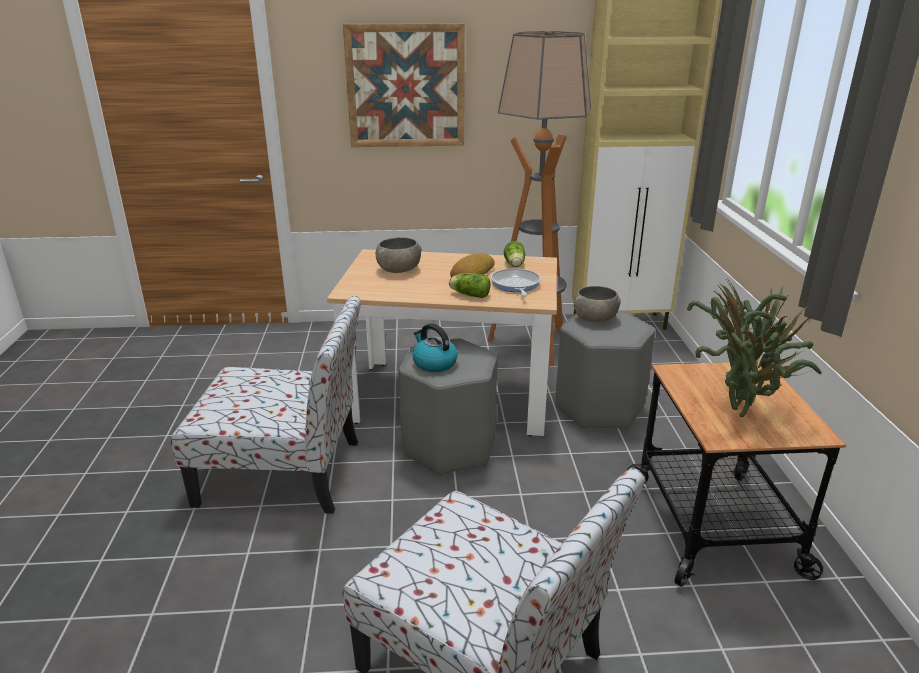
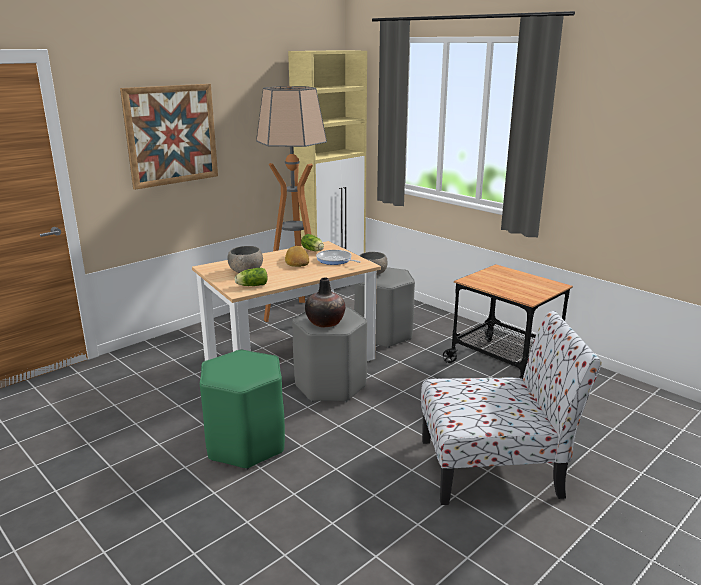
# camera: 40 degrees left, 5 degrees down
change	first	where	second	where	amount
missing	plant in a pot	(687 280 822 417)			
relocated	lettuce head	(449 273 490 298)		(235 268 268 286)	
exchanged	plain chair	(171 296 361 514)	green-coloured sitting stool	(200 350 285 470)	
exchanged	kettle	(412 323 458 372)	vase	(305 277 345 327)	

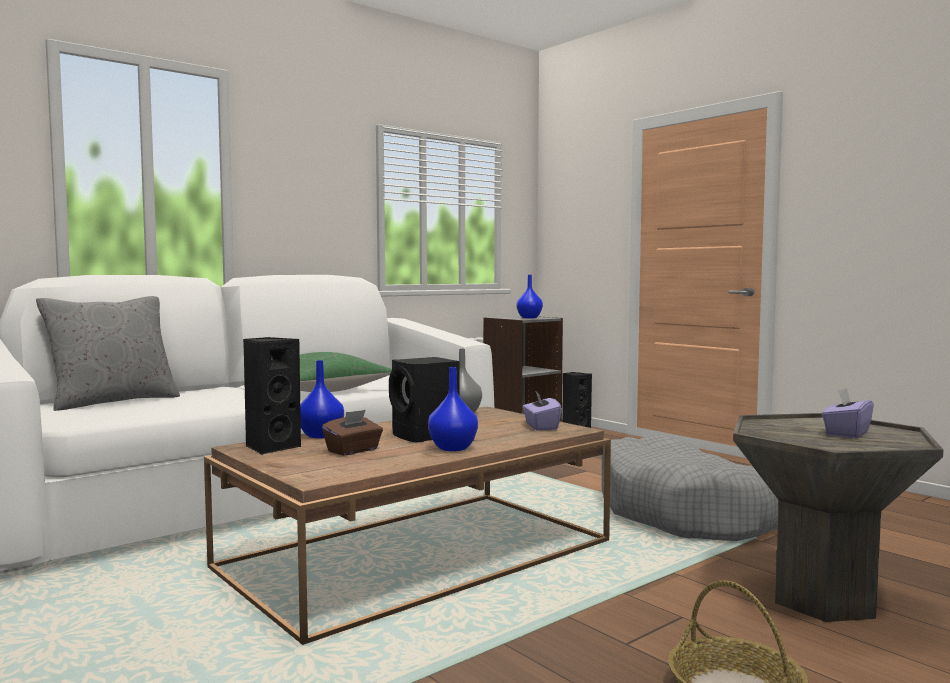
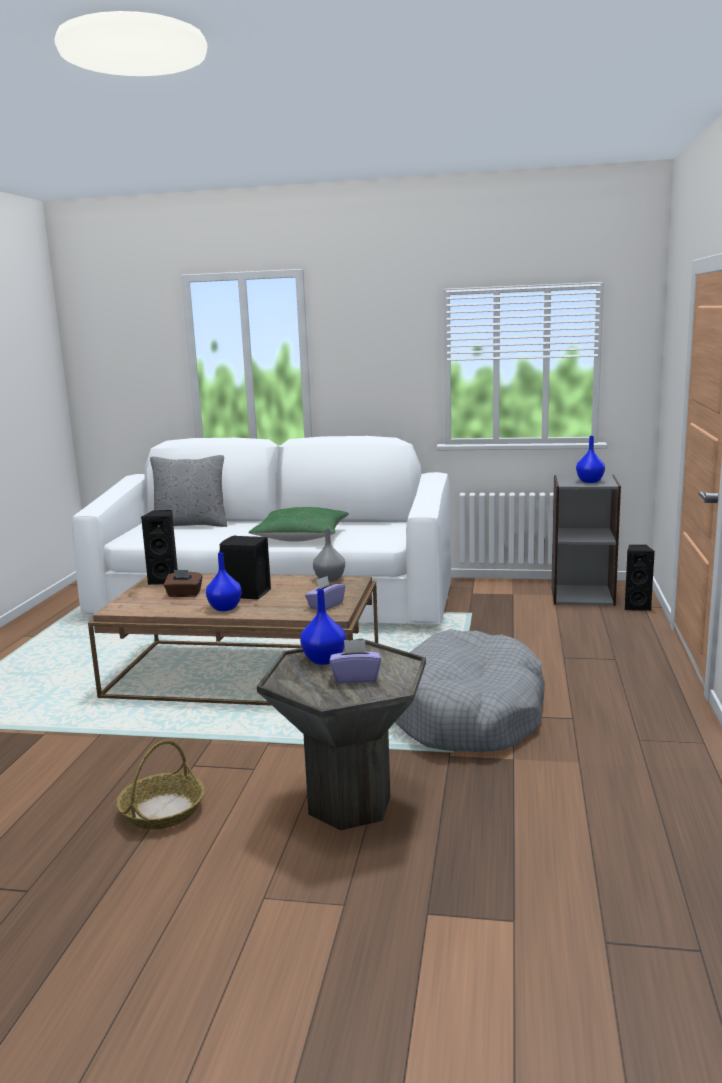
# camera: 50 degrees right, 10 degrees up
change	first	where	second	where	amount
relocated	bluish vase	(300 360 344 438)		(300 589 346 665)	

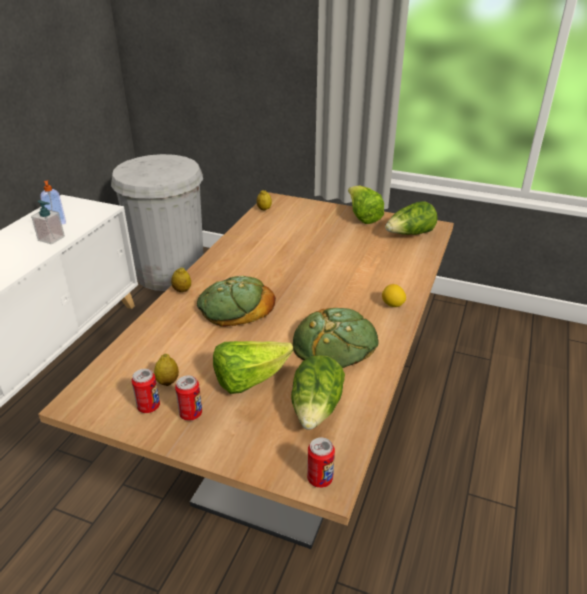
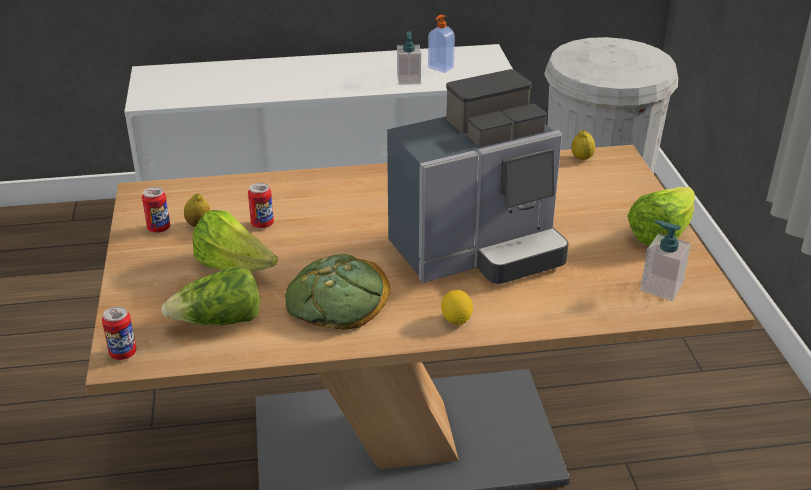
# camera: 60 degrees right, 0 degrees up
change	first	where	second	where	amount
missing	whole lemon	(171 267 191 292)			
missing	bakery bread	(197 275 276 327)			
appeared			coffee brewer	(387 69 569 284)	
relocated	sealed can	(175 375 202 421)		(248 183 274 228)	
exchanged	lettuce head	(385 201 438 235)	liquid soap bottle	(640 220 691 301)	

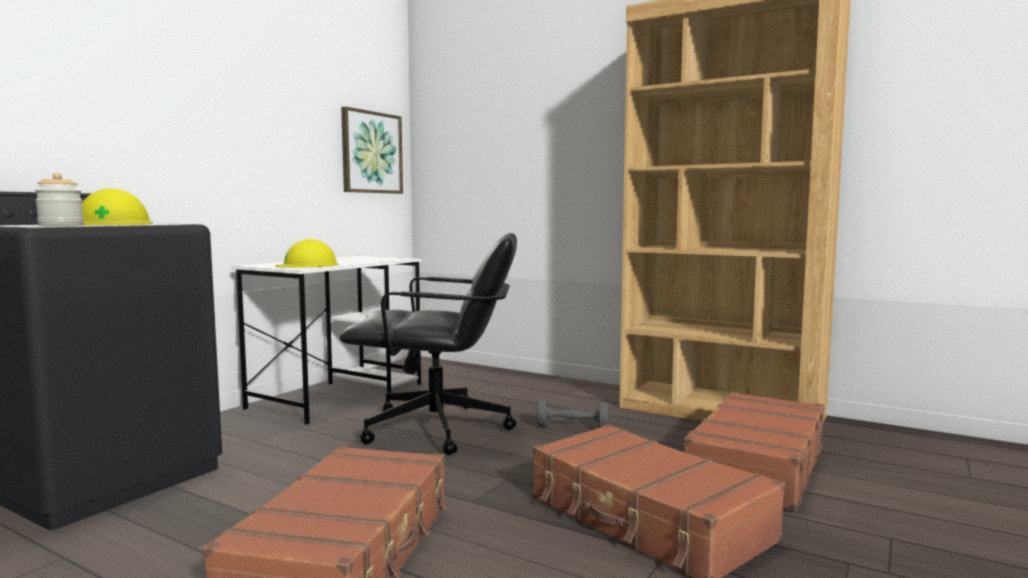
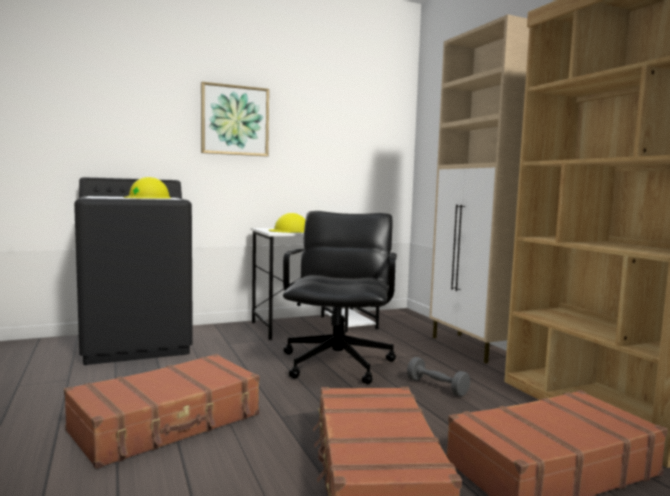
# camera: 35 degrees right, 0 degrees up
change	first	where	second	where	amount
missing	preserve jar	(35 173 84 226)			
appeared			beige-coloured cupboard	(430 14 529 363)	
relocated	wall picture	(341 107 403 194)		(201 82 269 156)	
spun	black-coloured desk chair	(340 233 517 455)		(283 211 397 384)	120 degrees counterclockwise

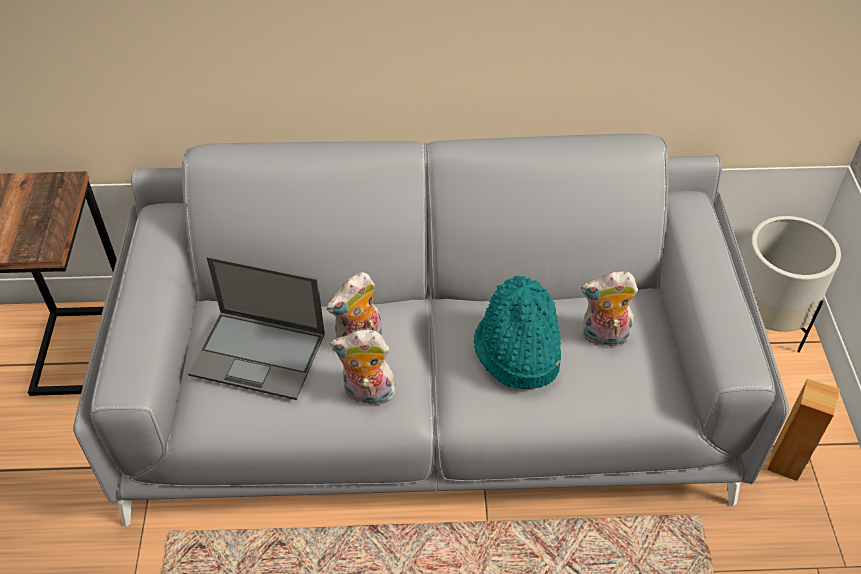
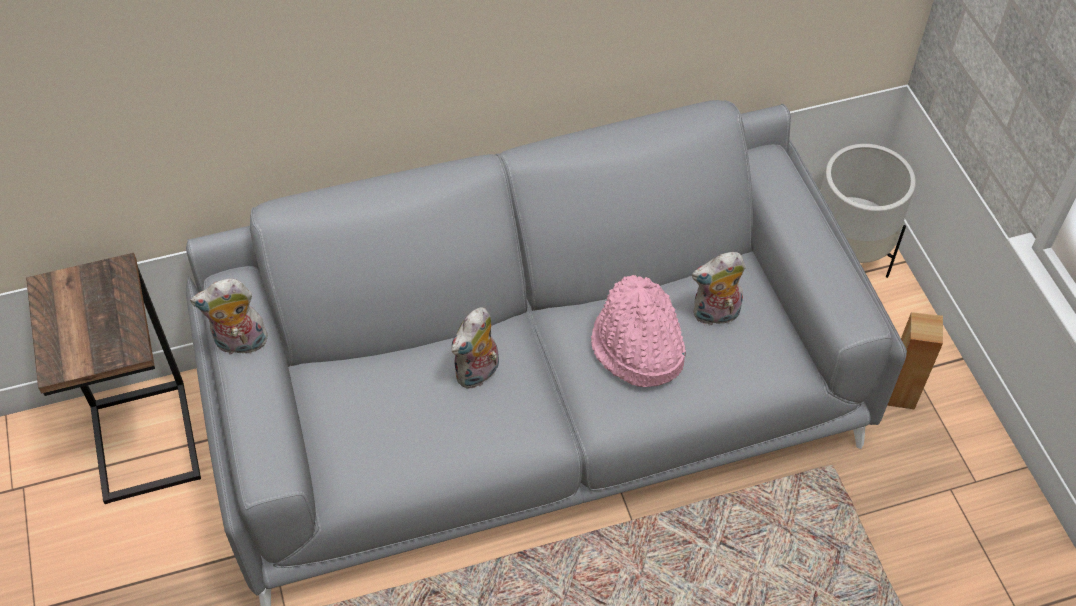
# camera: 15 degrees left, 5 degrees up
change	first	where	second	where	amount
missing	laptop	(188 255 325 400)			
relocated	plush toy	(330 330 398 405)		(190 278 268 355)	
colour	blue-green clothing hat	(473 276 561 389)	pink clothing hat	(591 275 686 387)	

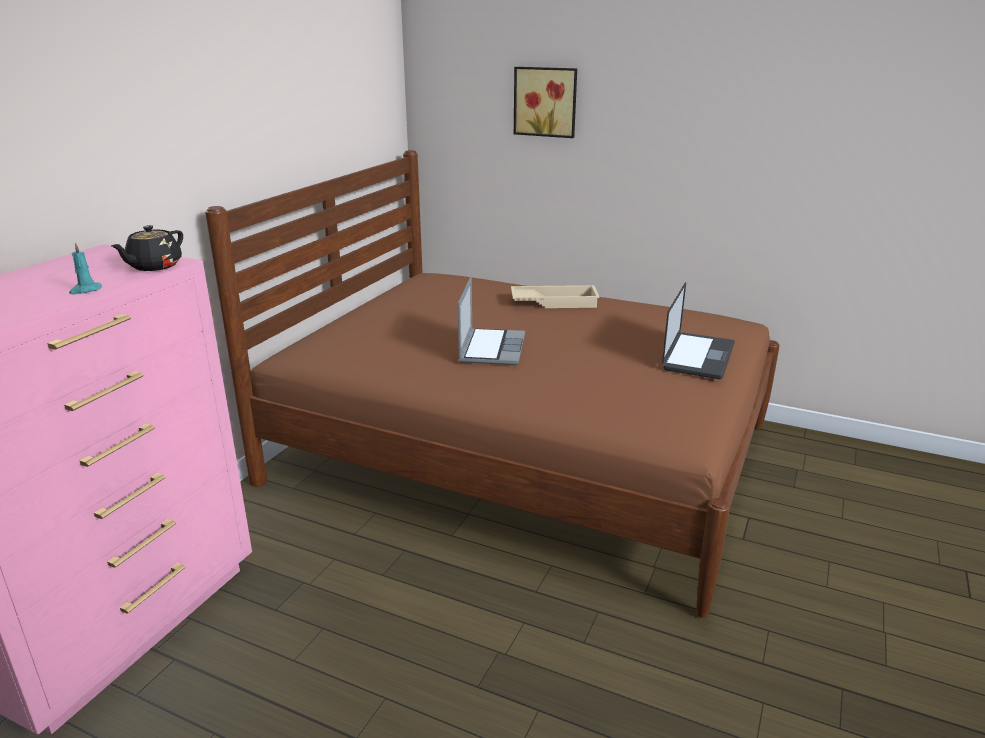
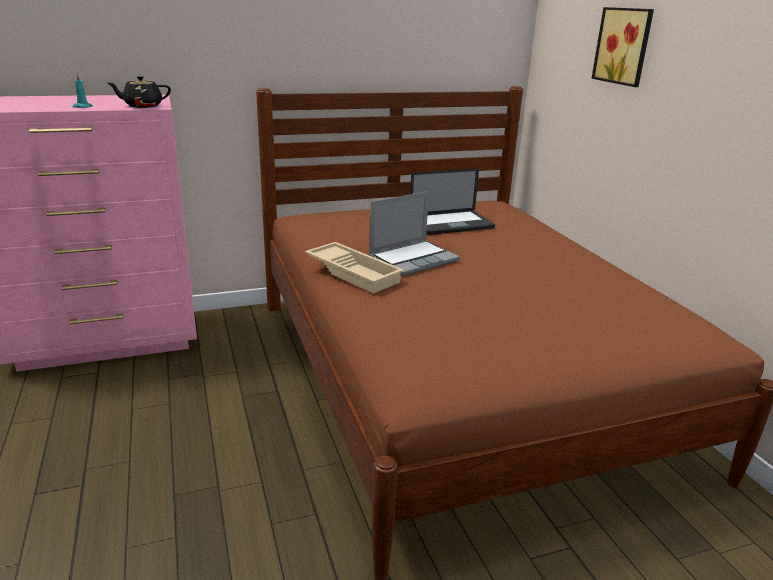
# camera: 45 degrees right, 0 degrees up
change	first	where	second	where	amount
relocated	beige-coloured carrying tray	(511 285 600 308)		(305 242 404 293)	
relocated	laptop	(662 282 735 379)		(410 169 495 235)	

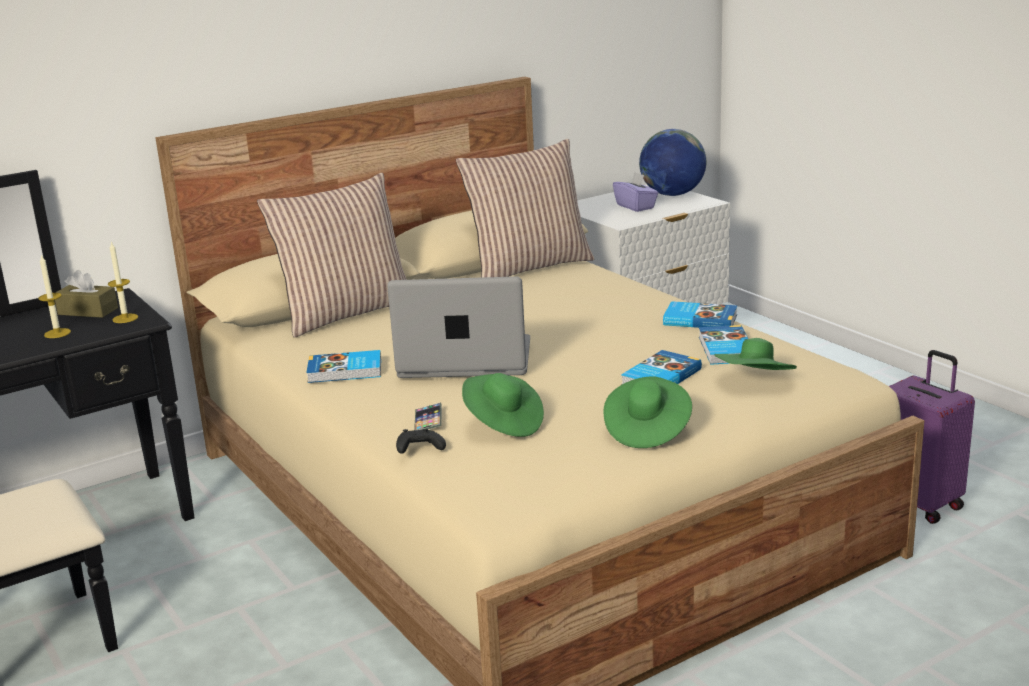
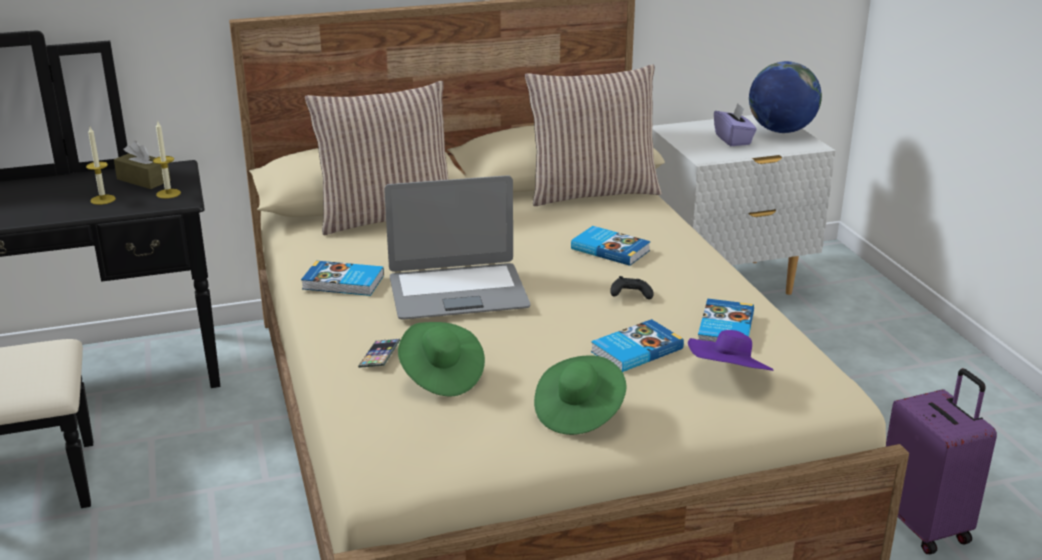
# camera: 15 degrees right, 5 degrees up
change	first	where	second	where	amount
relocated	black-coloured joypad	(396 429 446 454)		(610 276 654 300)	
relocated	book	(663 301 737 328)		(571 226 651 266)	
colour	green-coloured clothing hat	(714 338 797 370)	purple-coloured clothing hat	(688 330 773 371)	
spun	laptop	(387 276 530 378)		(384 175 530 320)	150 degrees clockwise

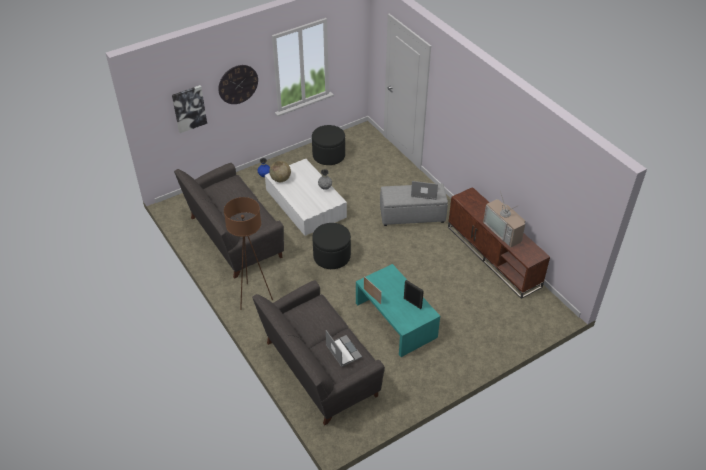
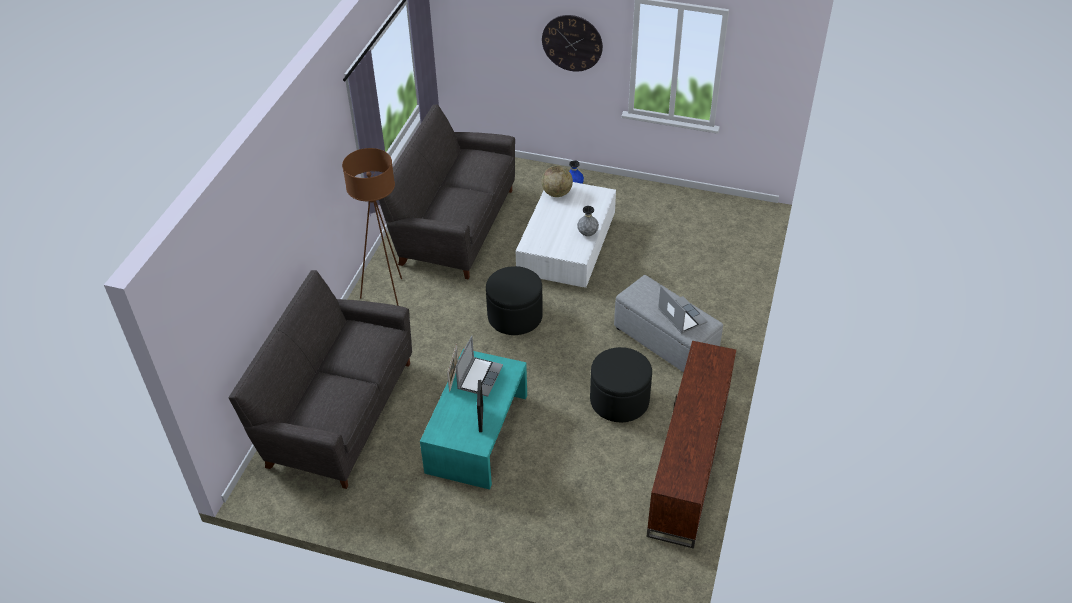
# camera: 50 degrees right, 0 degrees up
change	first	where	second	where	amount
missing	wall picture	(172 85 207 133)			
missing	television	(483 191 525 247)			
relocated	black-coloured ottoman	(312 125 345 165)		(590 347 652 423)	
relocated	laptop	(326 330 362 367)		(455 336 503 397)	

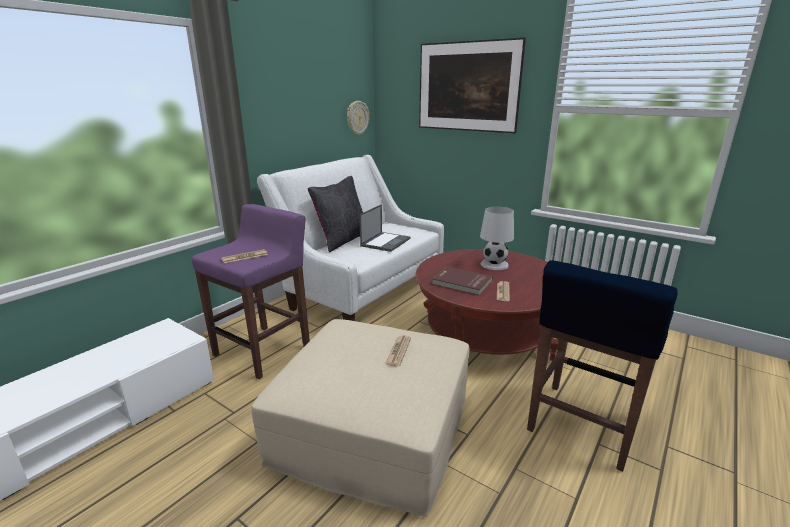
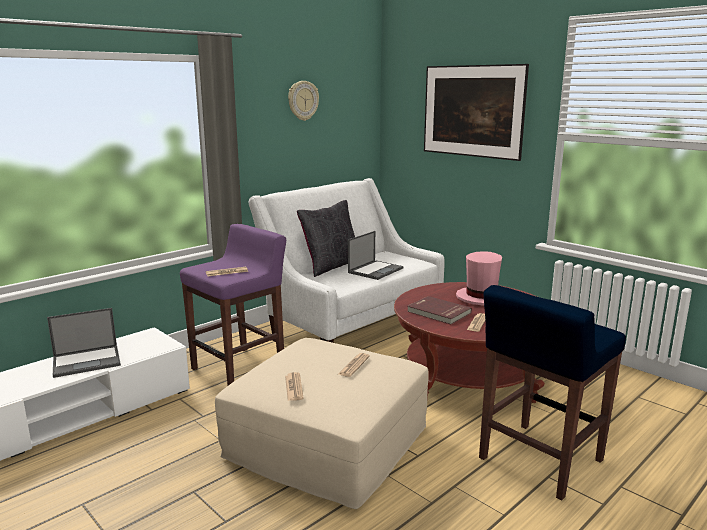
# camera: 10 degrees right, 5 degrees down
change	first	where	second	where	amount
appeared			laptop	(47 308 121 378)	
appeared			newspaper	(285 372 304 401)	
relocated	hanging clock	(347 101 369 135)		(288 81 319 121)	
exchanged	whitish lamp for a table	(480 207 514 270)	pink clothing hat	(456 251 502 305)	

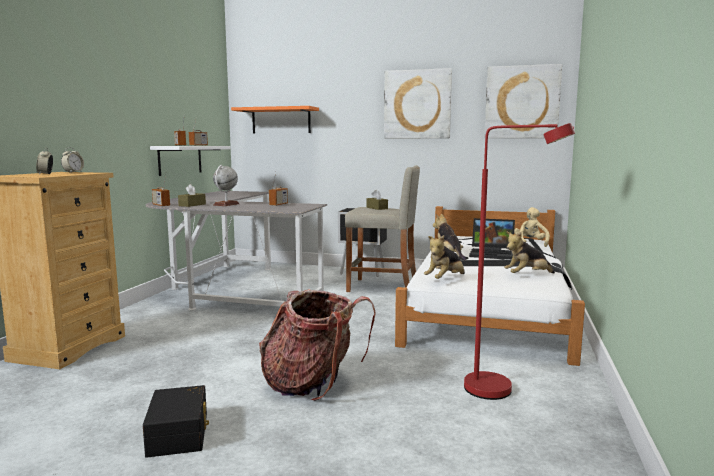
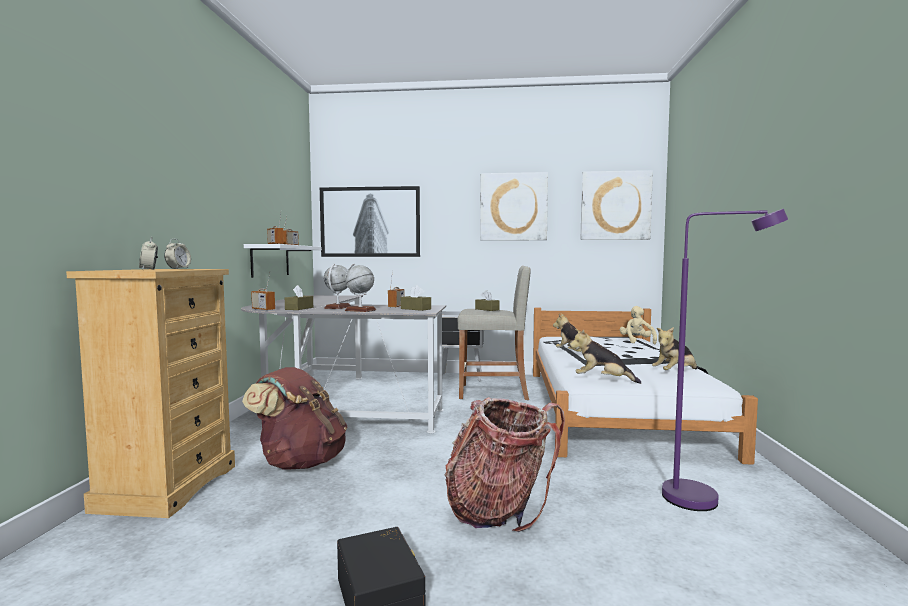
# camera: 10 degrees left, 5 degrees down
change	first	where	second	where	amount
missing	laptop	(469 218 515 260)			
appeared			brownish rucksack	(242 367 348 470)	
appeared			globe	(345 264 376 312)	
appeared			brownish box of tissues	(401 285 431 311)	
exchanged	orange bracket shelf	(231 106 319 133)	wall picture	(320 186 420 257)	
colour	reddish standing lamp	(464 123 575 400)	purple-coloured standing lamp	(662 209 788 511)	
spun	plush toy	(424 235 465 279)		(570 329 641 384)	75 degrees clockwise

